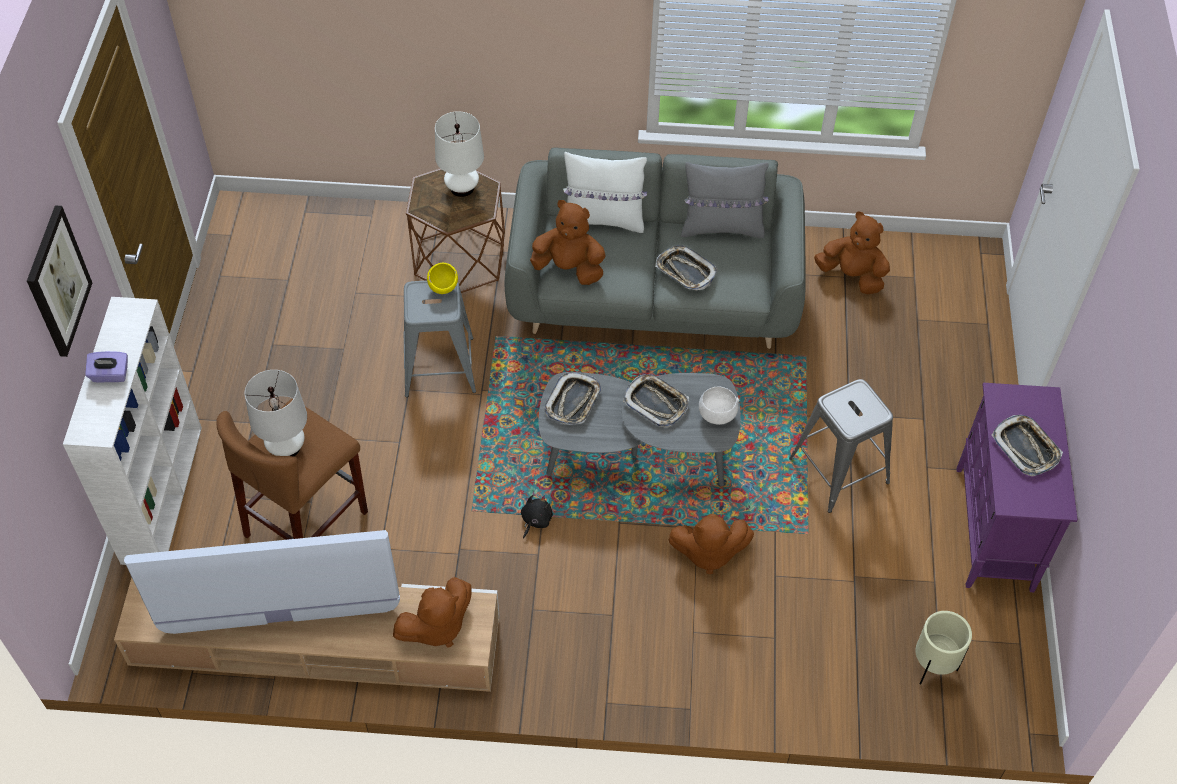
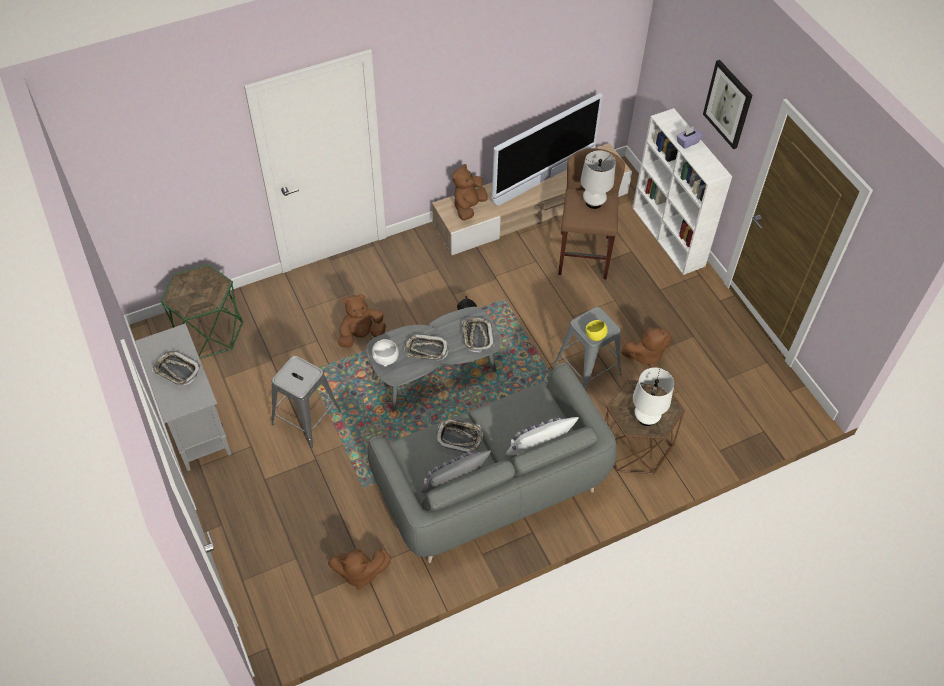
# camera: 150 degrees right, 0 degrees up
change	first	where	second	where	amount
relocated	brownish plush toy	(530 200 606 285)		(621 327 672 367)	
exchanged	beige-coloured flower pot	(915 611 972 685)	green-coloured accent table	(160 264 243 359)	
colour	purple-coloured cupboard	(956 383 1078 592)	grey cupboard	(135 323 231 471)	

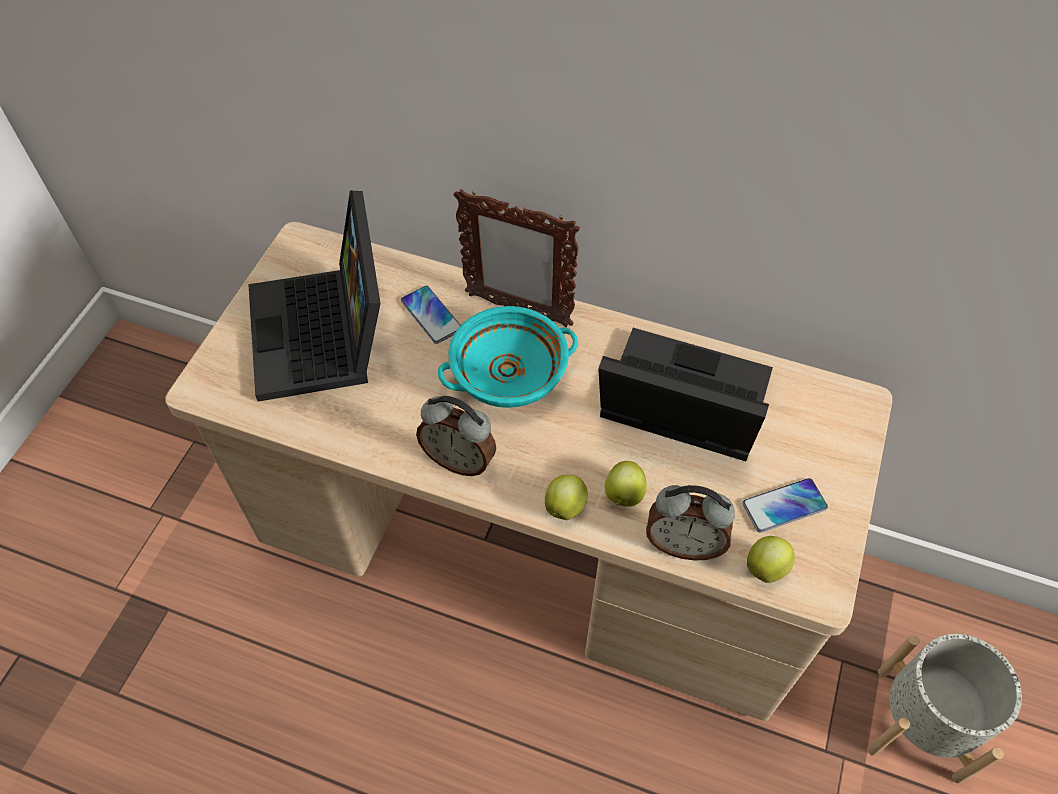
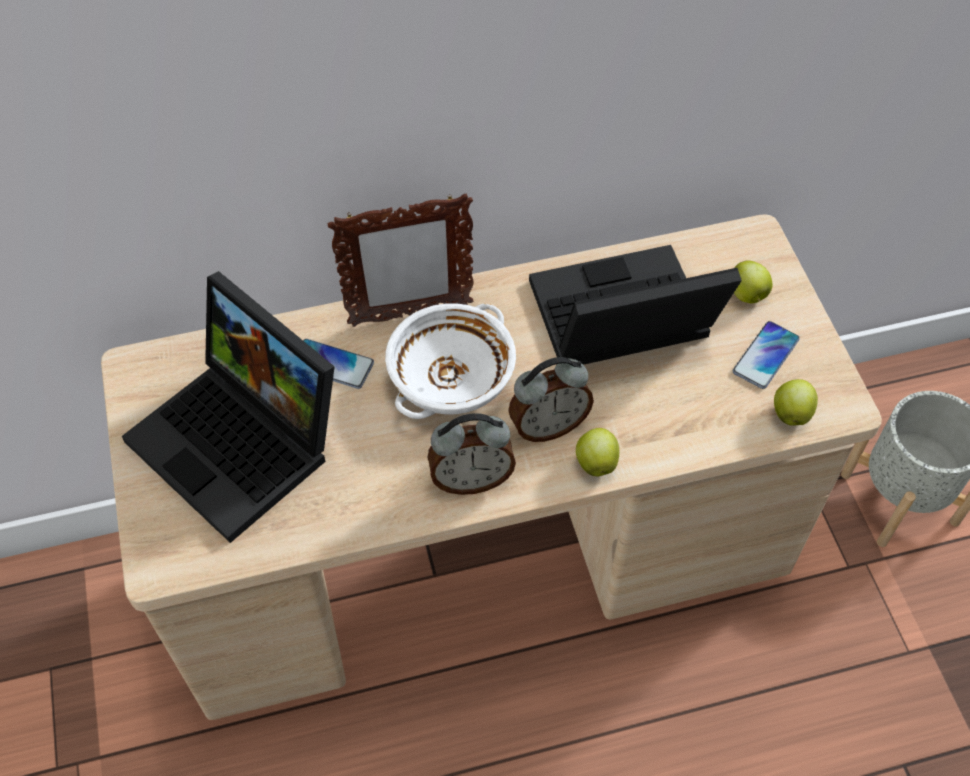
# camera: 35 degrees left, 0 degrees up
change	first	where	second	where	amount
relocated	whole apple	(605 461 647 507)		(734 260 772 303)	
relocated	bedside clock	(646 485 735 561)		(508 357 594 442)	
colour	blue-green deep dish	(438 306 578 408)	whitish deep dish	(385 303 516 419)	

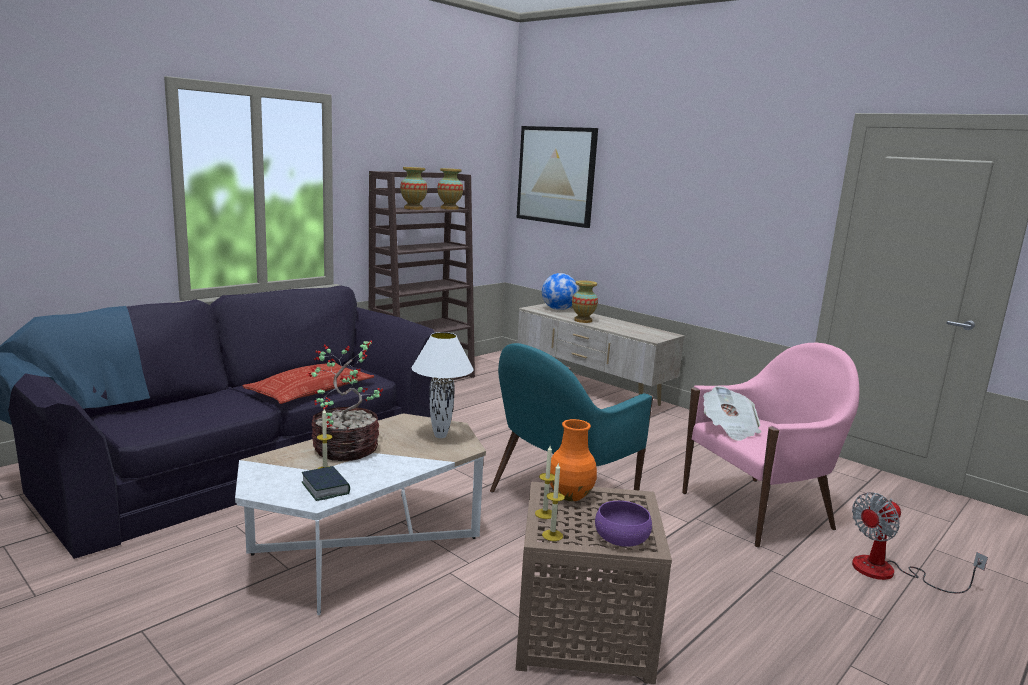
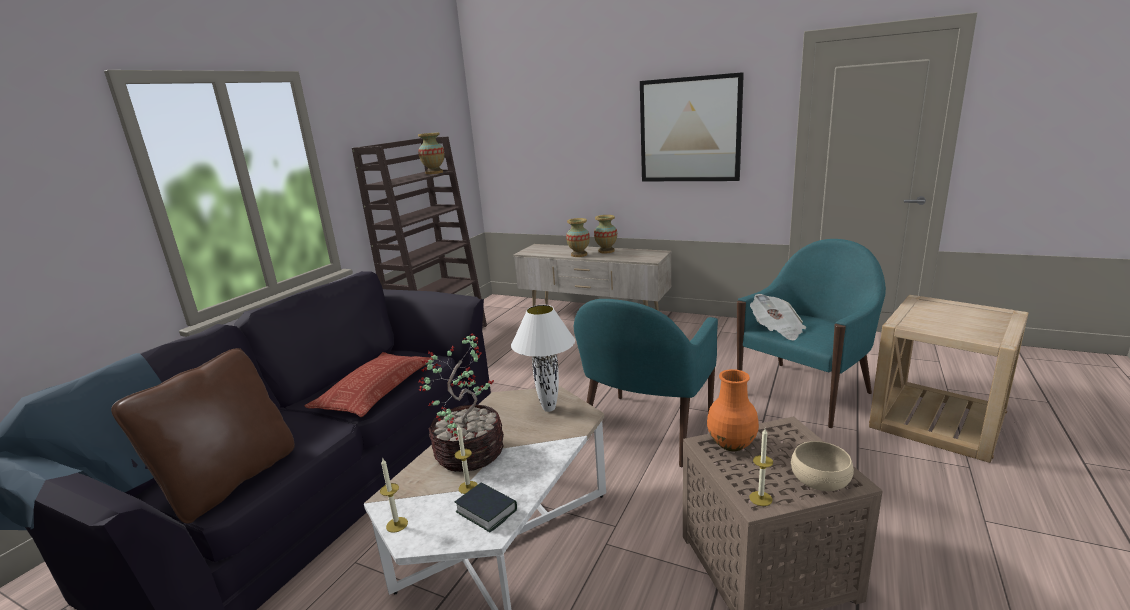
# camera: 15 degrees left, 5 degrees up
change	first	where	second	where	amount
missing	globe	(542 273 578 310)			
appeared			brownish cushion	(111 348 295 524)	
relocated	vase	(400 167 427 210)		(594 215 617 253)	
relocated	wall picture	(516 126 598 228)		(640 72 744 181)	
relocated	candle	(535 446 555 519)		(380 459 408 533)	
exchanged	cooling fan	(852 492 988 594)	beige-coloured accent table	(869 295 1028 463)	
colour	purple-coloured deep dish	(595 501 652 547)	beige-coloured deep dish	(791 441 854 491)	
colour	pink easy chair	(682 343 859 547)	blue-green easy chair	(737 239 886 428)	

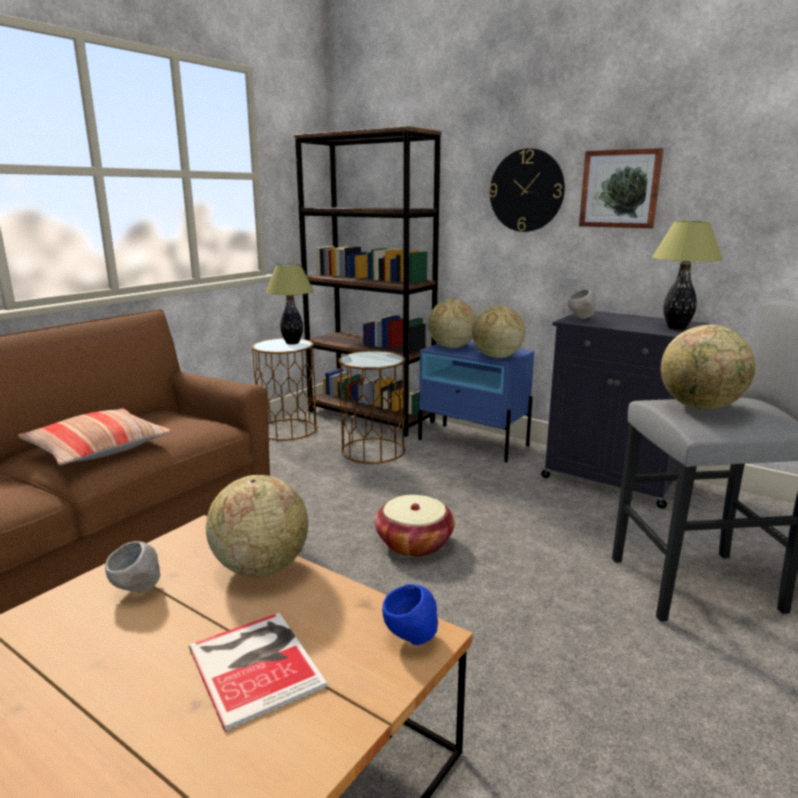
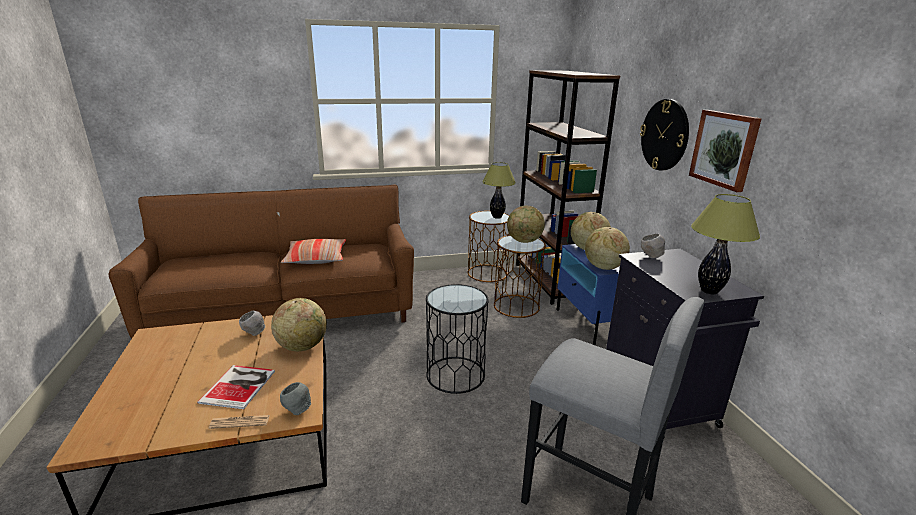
# camera: 40 degrees right, 5 degrees up
change	first	where	second	where	amount
appeared			newspaper	(209 415 270 429)	
relocated	globe	(661 325 755 410)		(507 206 545 243)	
exchanged	storage basket	(375 495 455 557)	black-coloured accent table	(426 284 489 394)	
colour	bluish deep dish	(382 584 439 645)	grey deep dish	(280 382 311 415)	

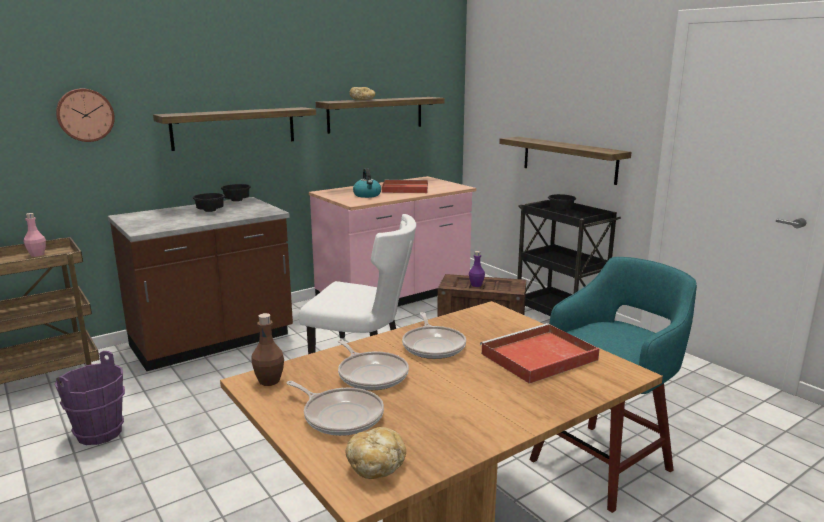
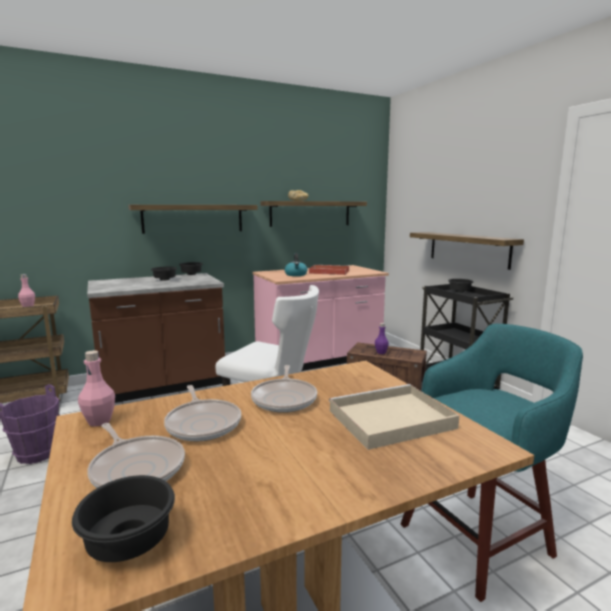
# camera: 10 degrees right, 5 degrees down
change	first	where	second	where	amount
missing	hanging clock	(56 88 115 142)			
exchanged	bakery bread	(346 427 406 479)	black-coloured deep dish	(72 475 175 562)	
colour	brownish bottle	(251 313 284 386)	pink bottle	(78 350 115 427)	
colour	reddish carrying tray	(480 323 600 384)	beige-coloured carrying tray	(329 384 459 450)	

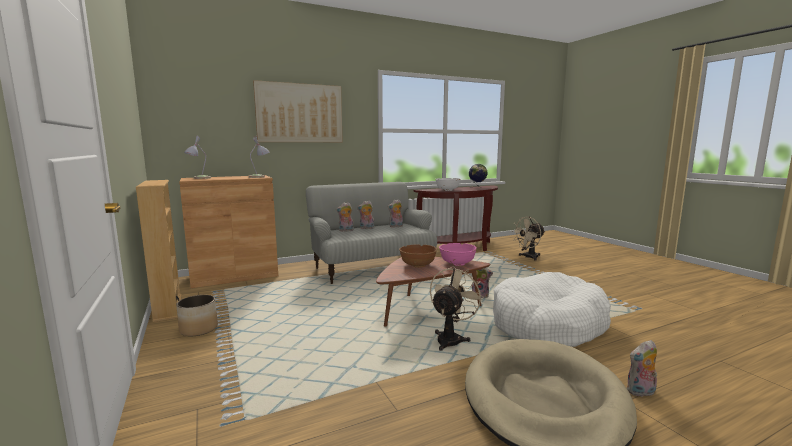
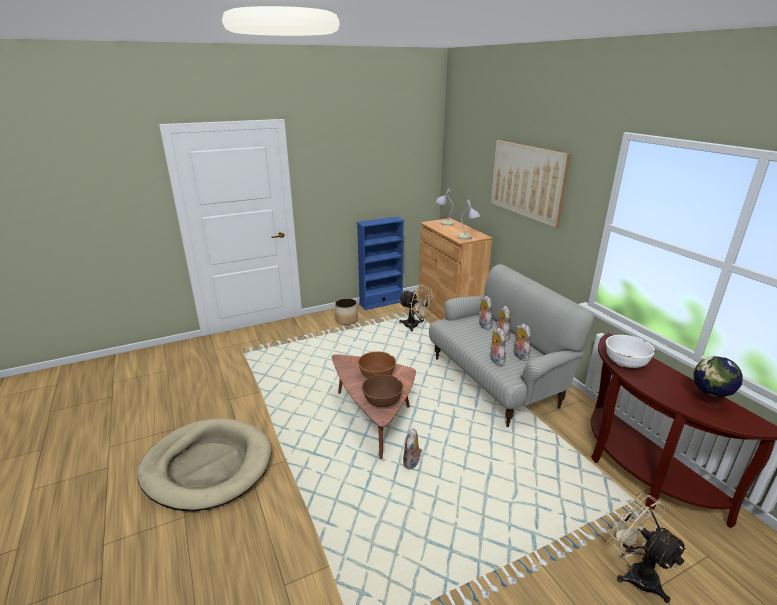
# camera: 90 degrees right, 15 degrees up
change	first	where	second	where	amount
missing	whitish pet bed	(493 272 611 347)			
relocated	beige-coloured cooling fan	(430 266 484 351)		(399 285 433 331)	
relocated	plush toy	(626 340 657 397)		(490 328 506 366)	
colour	beige-coloured shelving unit	(136 180 182 322)	bluish shelving unit	(356 216 405 310)	
colour	pink deep dish	(439 243 477 266)	brownish deep dish	(362 375 403 407)	

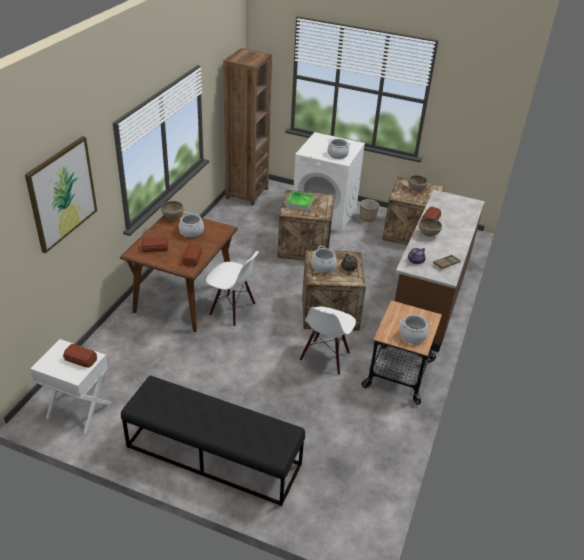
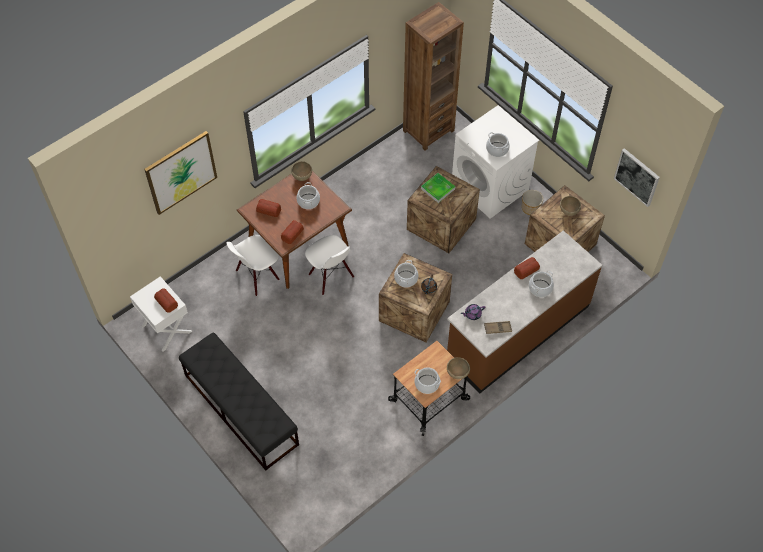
# camera: 30 degrees right, 20 degrees up
change	first	where	second	where	amount
appeared			cooking pot	(529 271 554 297)	
appeared			wall picture	(614 148 660 207)	
relocated	whitish plain chair	(300 307 356 375)		(227 235 280 296)	
relocated	brownish deep dish	(419 218 442 237)		(447 357 470 380)	

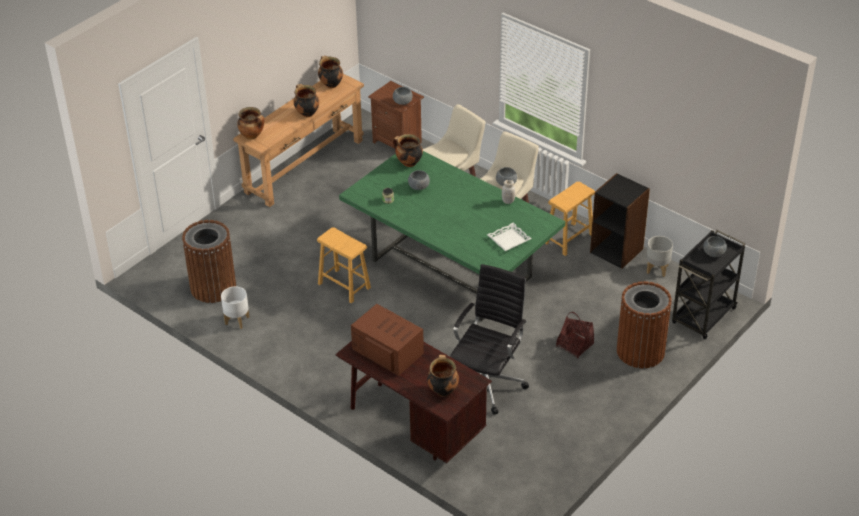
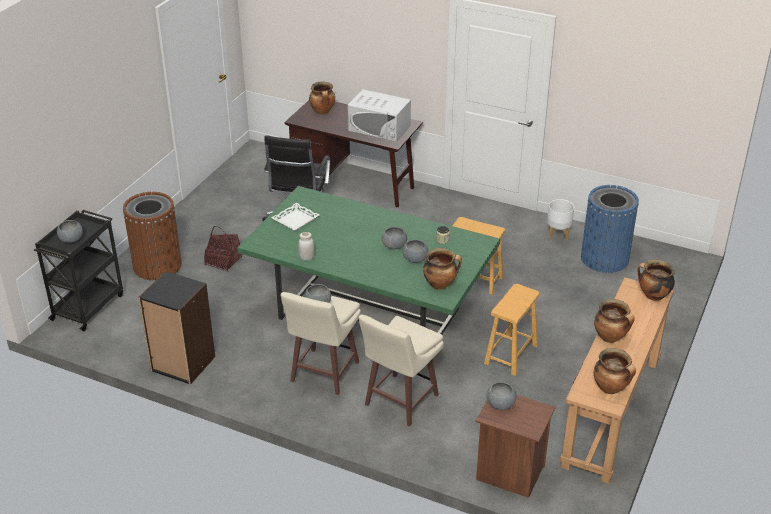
# camera: 165 degrees right, 5 degrees down
change	first	where	second	where	amount
missing	grey flower pot	(646 236 673 277)			
appeared			grey deep dish	(382 226 407 249)	
relocated	brownish sitting stool	(545 182 595 256)		(484 284 540 376)	
colour	brownish rubbish bin	(182 220 236 303)	bluish rubbish bin	(581 185 639 273)	
colour	brownish kitchen microwave	(351 304 424 376)	whitish kitchen microwave	(348 89 411 142)	

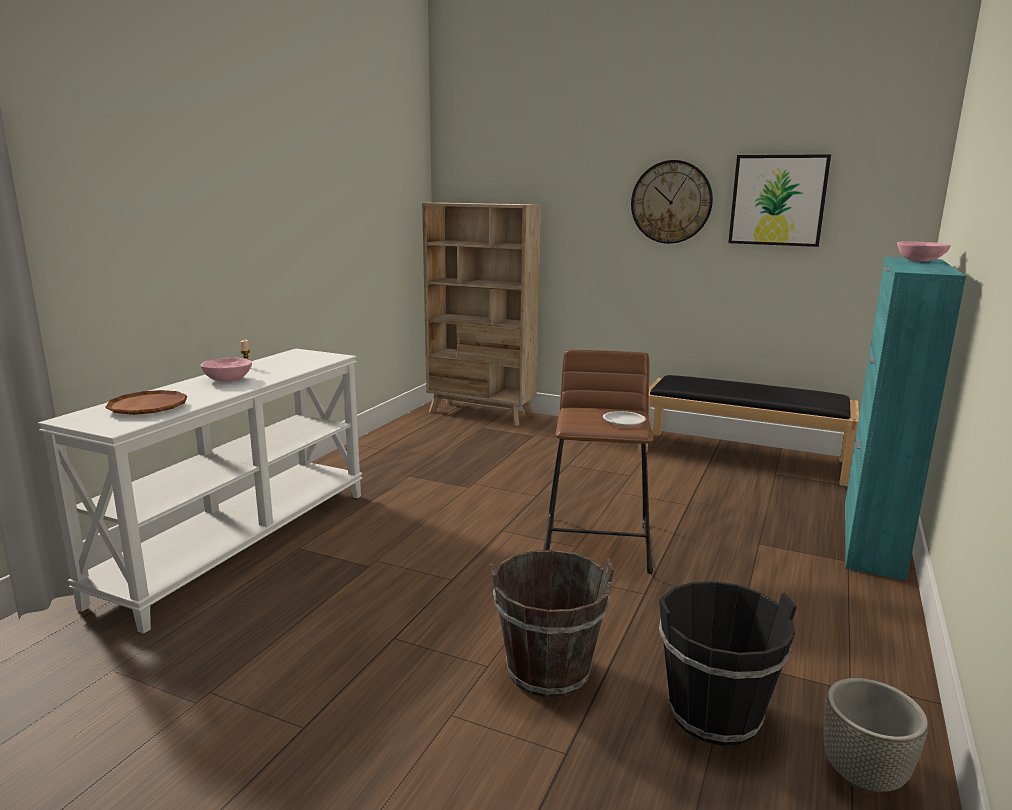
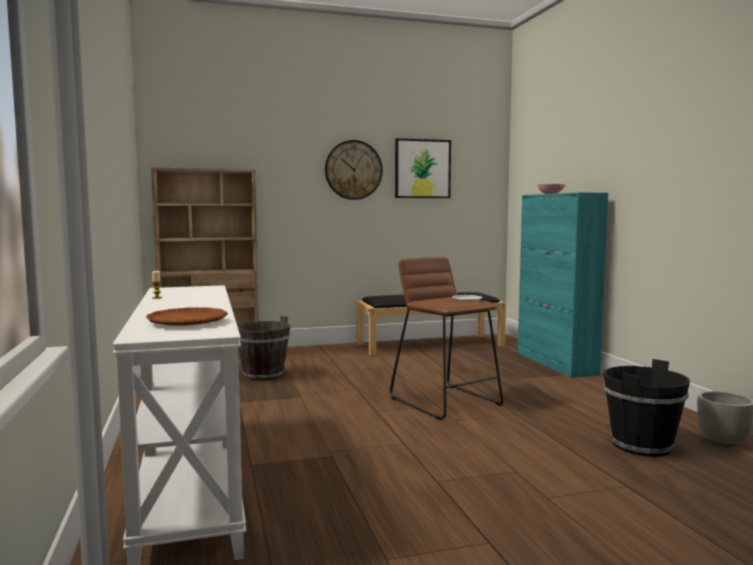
# camera: 40 degrees left, 10 degrees down
change	first	where	second	where	amount
missing	pink deep dish	(200 357 252 382)			
relocated	brownish bucket	(490 550 614 698)		(237 316 291 381)	

